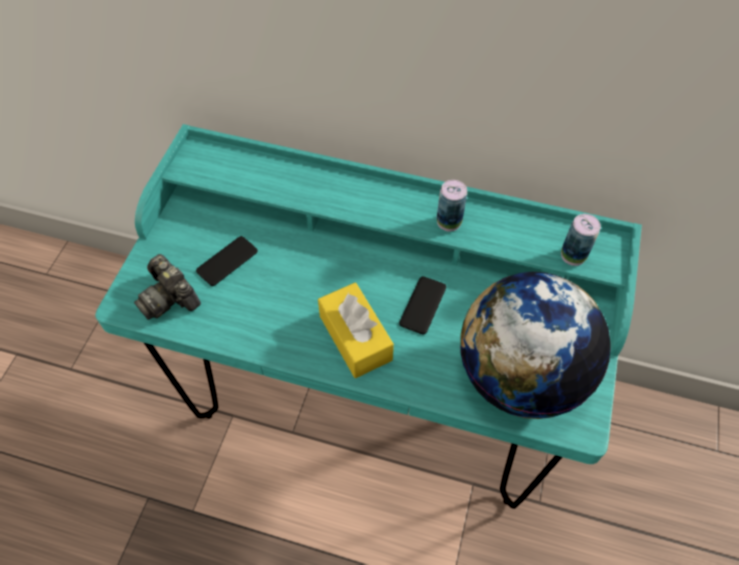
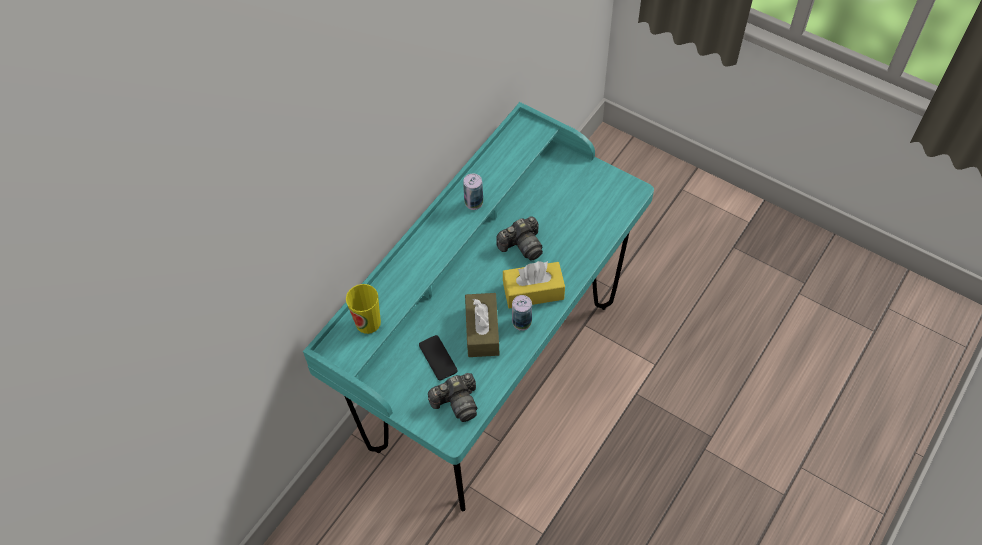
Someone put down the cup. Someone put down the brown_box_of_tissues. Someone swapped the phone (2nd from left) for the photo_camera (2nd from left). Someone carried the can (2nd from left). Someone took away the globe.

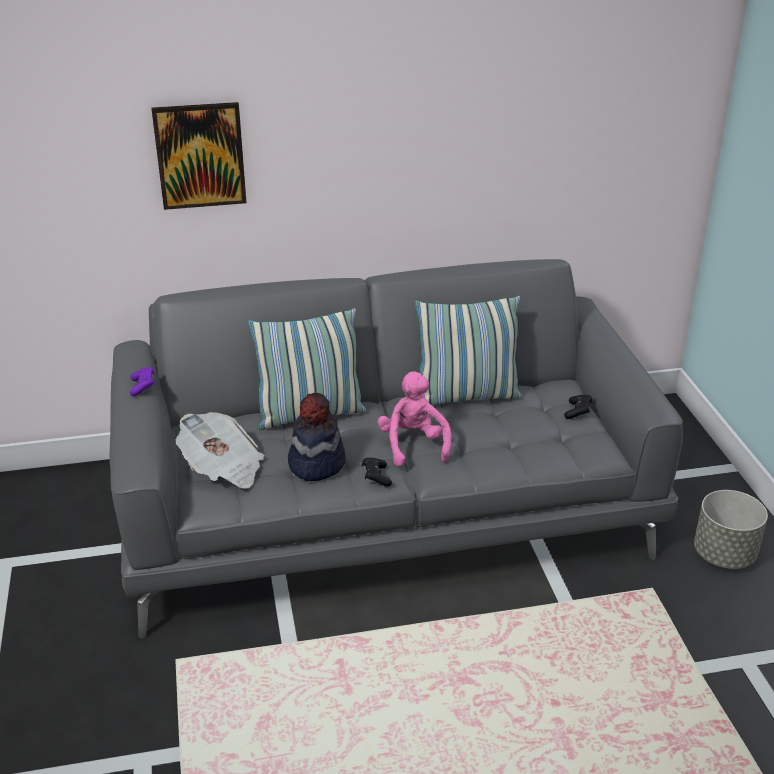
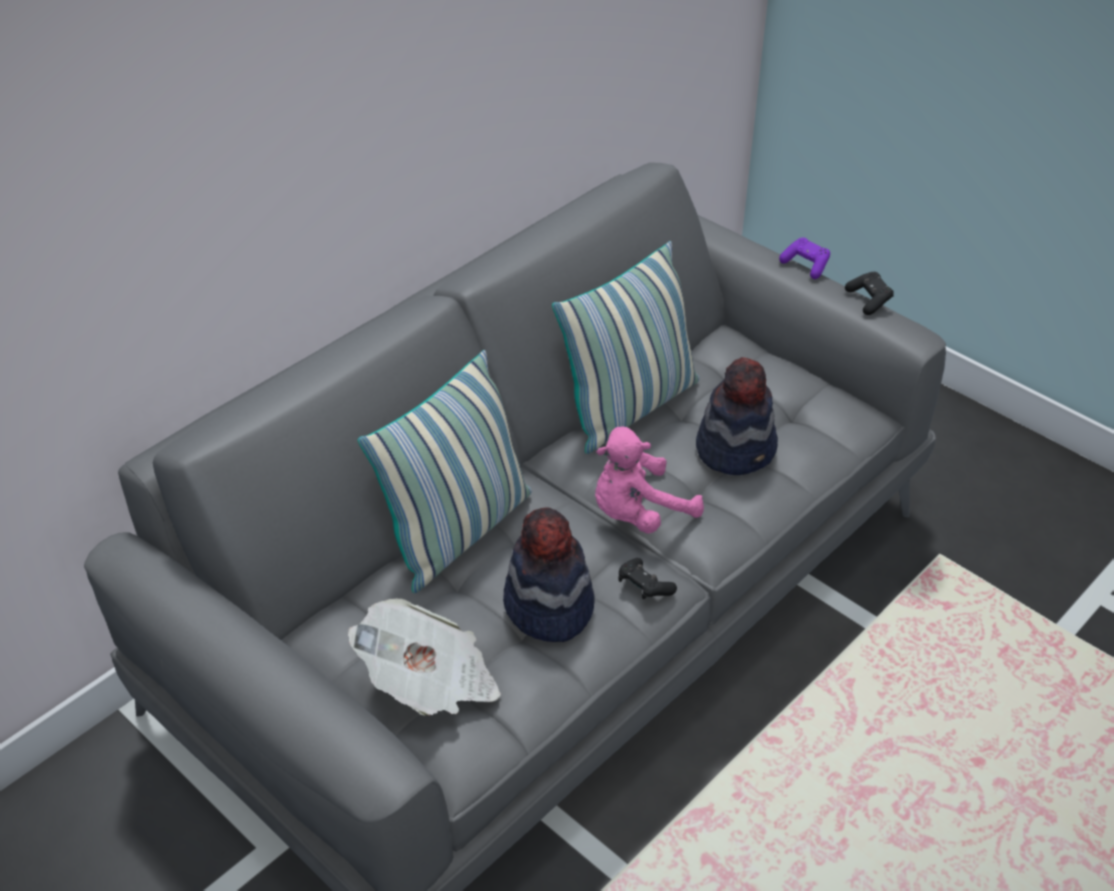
Someone rotated the pinkish_cuddly_toy by 75 degrees counterclockwise. Someone put down the wearable_hat (2nd from left). Someone carried the purplish_gamepad. Someone carried the blackish_gamepad (2nd from left). Someone took away the wall_art. Someone took away the gray_flower_pot.

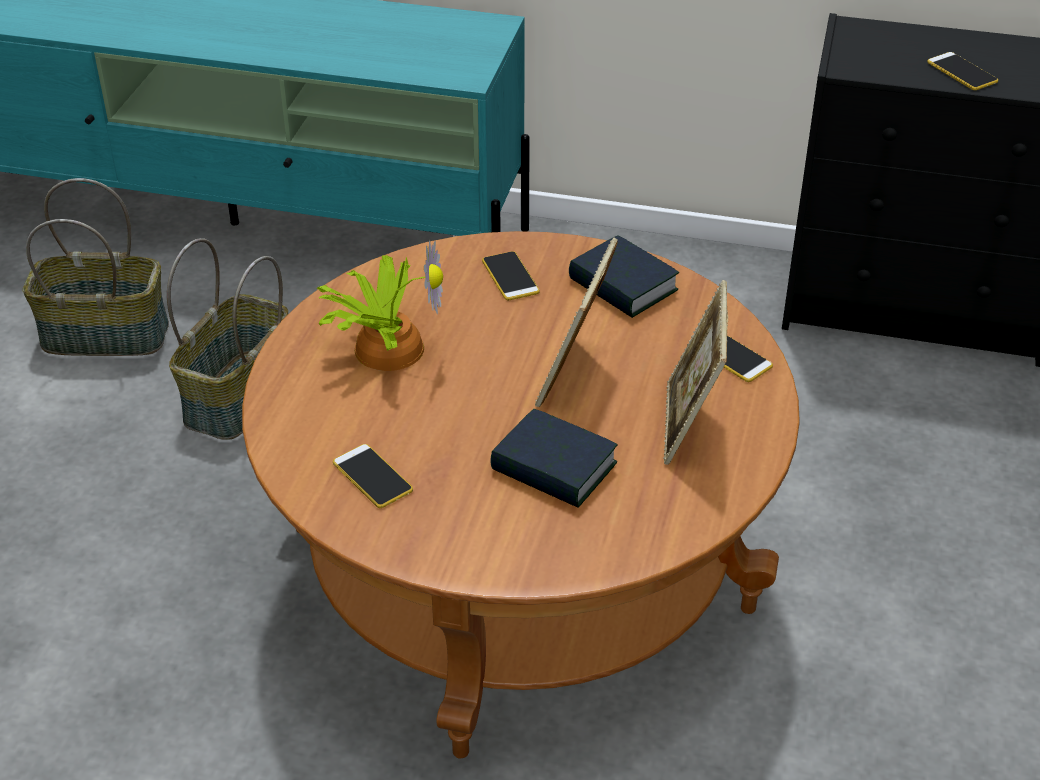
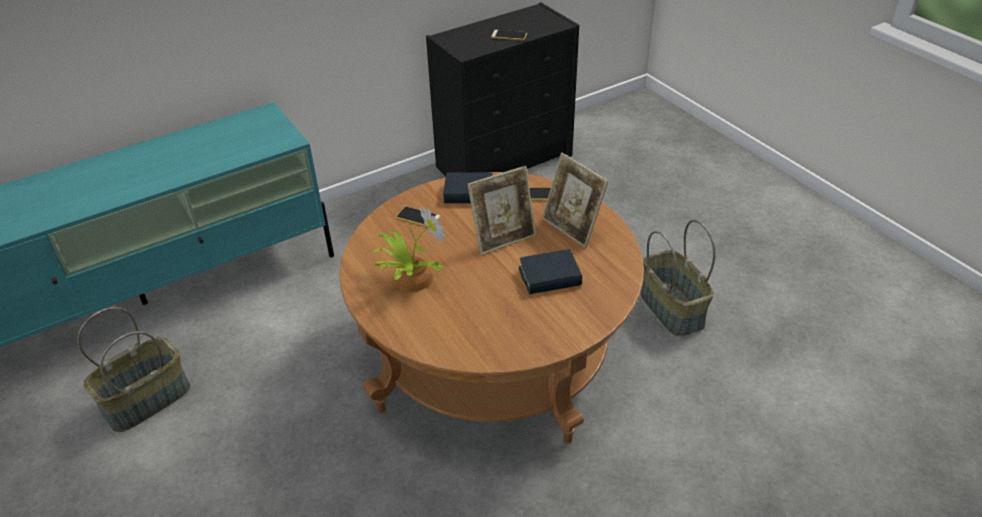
Someone rotated the picture_frame (1st from left) by 90 degrees counterclockwise. Someone carried the basket (2nd from left). Someone took away the phone (1st from left).

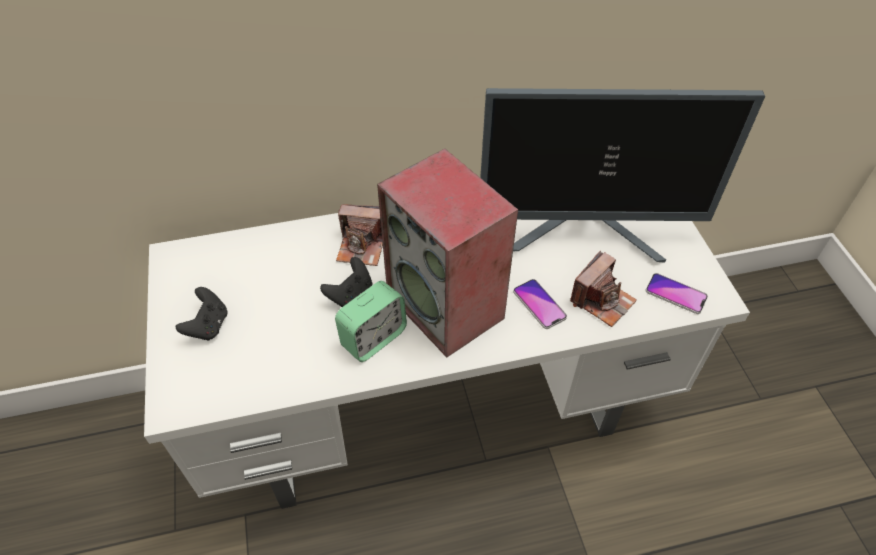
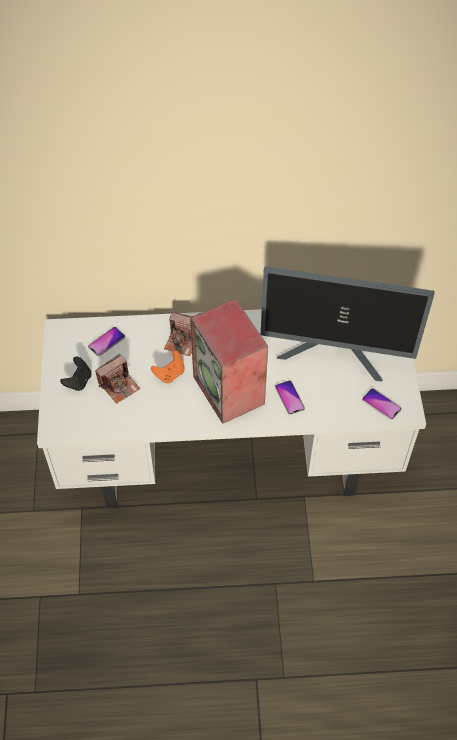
Someone put down the phone (1st from left). Someone carried the photo_camera (2nd from left in the first image). Someone repainted the blackish_gamepad (2nd from left), which became the orangey_gamepad. Someone took away the bedside_clock.

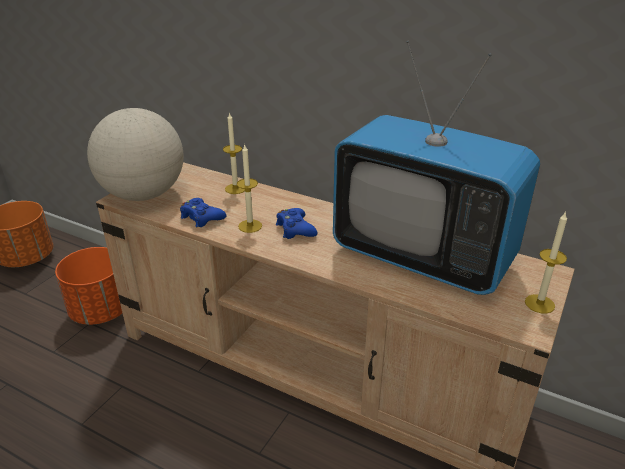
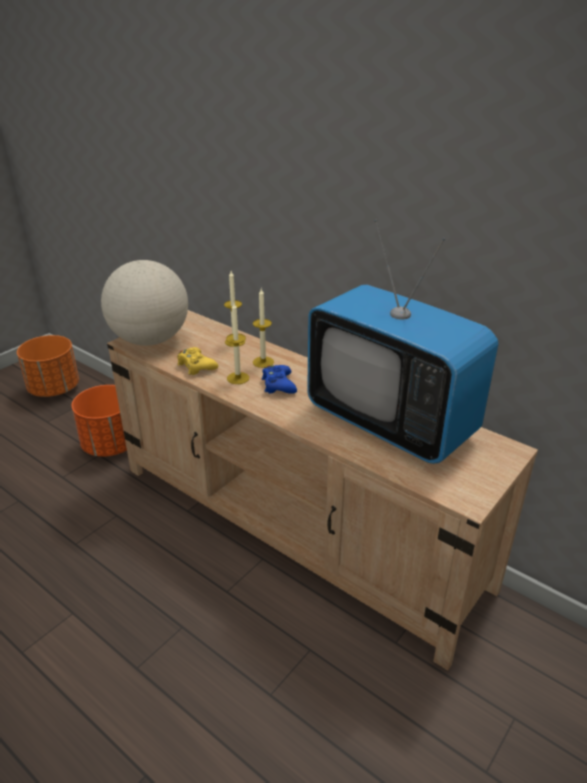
Someone repainted the blue-coloured_gamepad (1st from left), which became the yellow-coloured_gamepad. Someone carried the wax_candle (3rd from left).

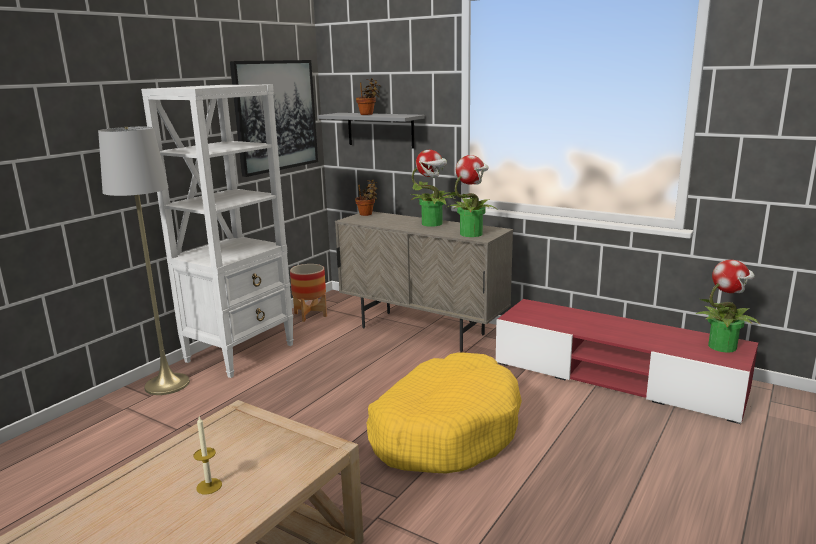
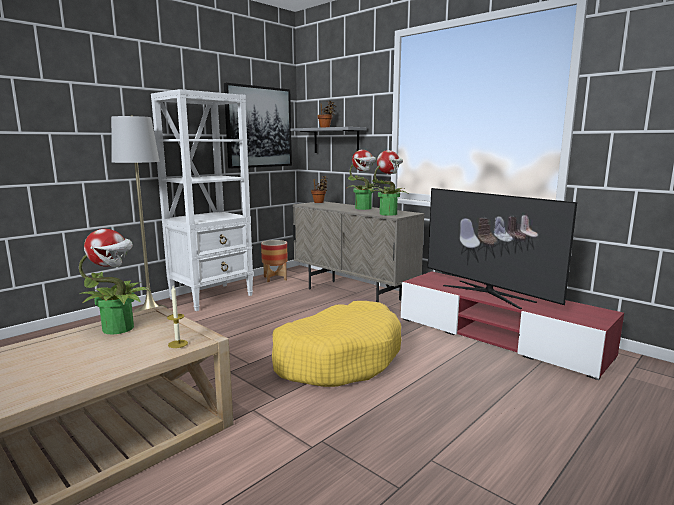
Someone carried the potted_plant (5th from left in the first image). Someone carried the wax_candle. Someone put down the television.

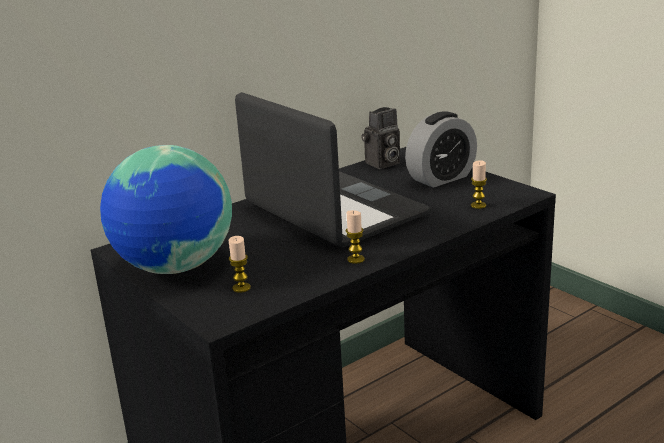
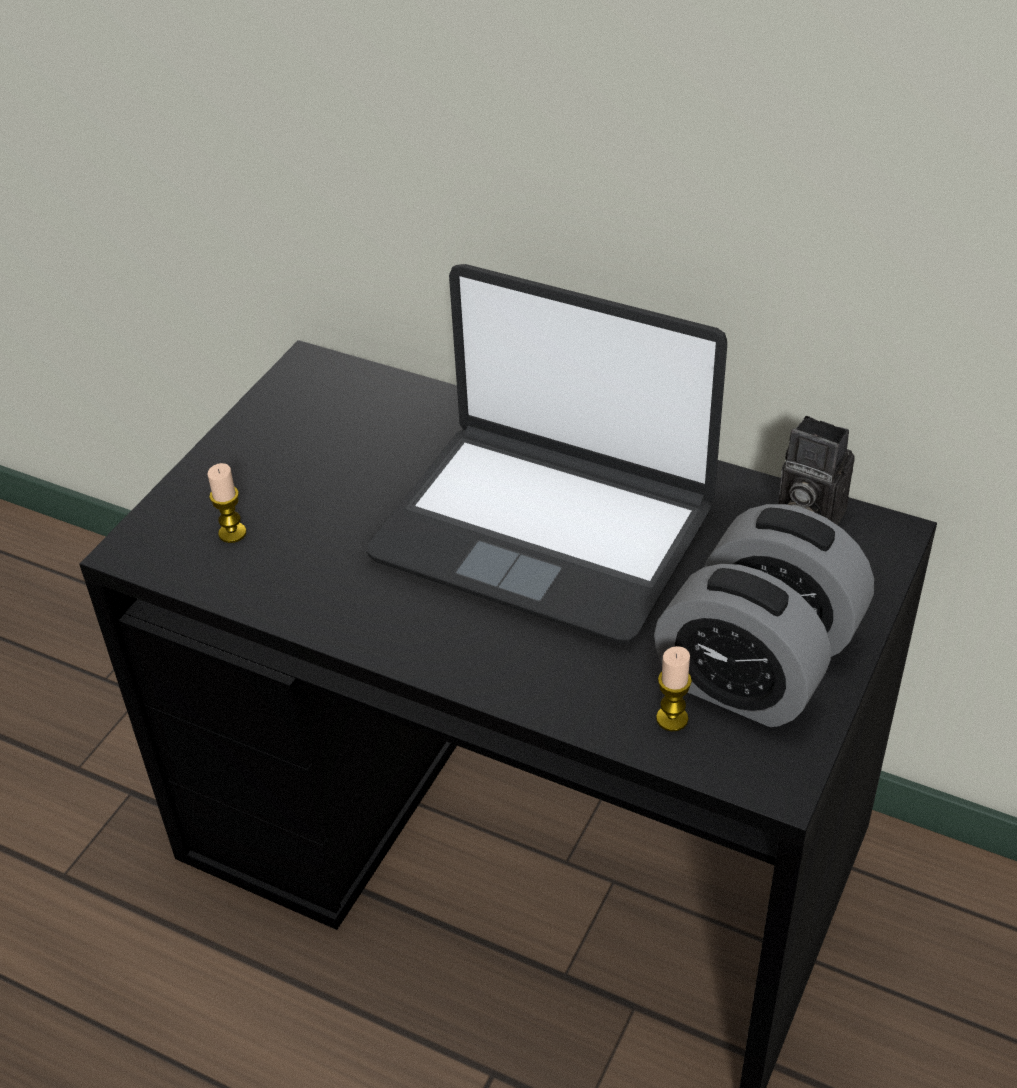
Someone rotated the notebook_computer by 90 degrees clockwise. Someone put down the bedside_clock (1st from left). Someone took away the globe. Someone took away the wax_candle (2nd from left).

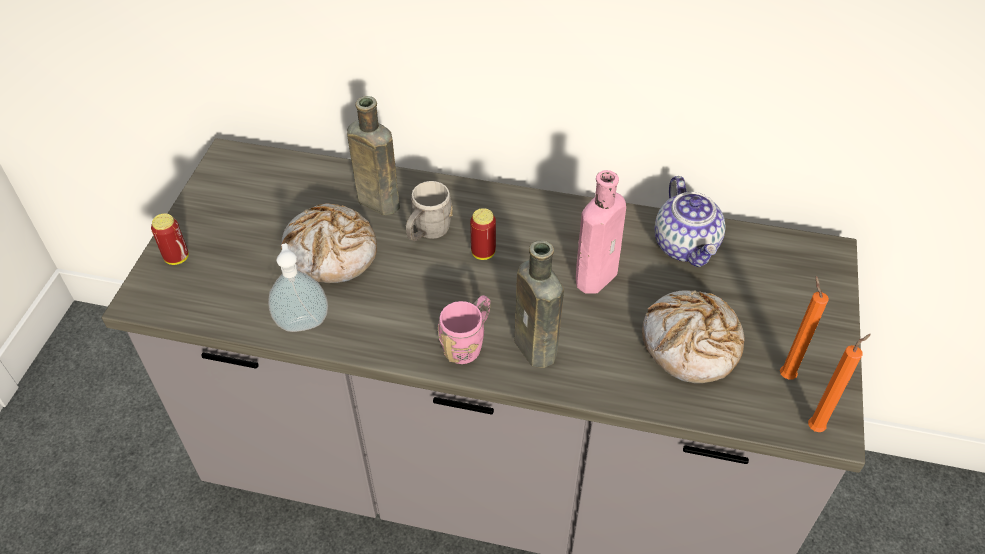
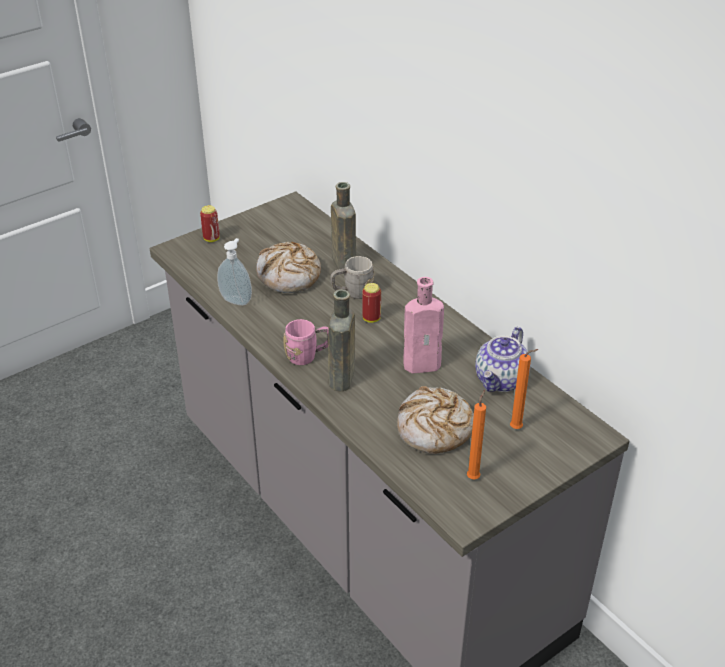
Someone carried the orangey_wax_candle (2nd from left).

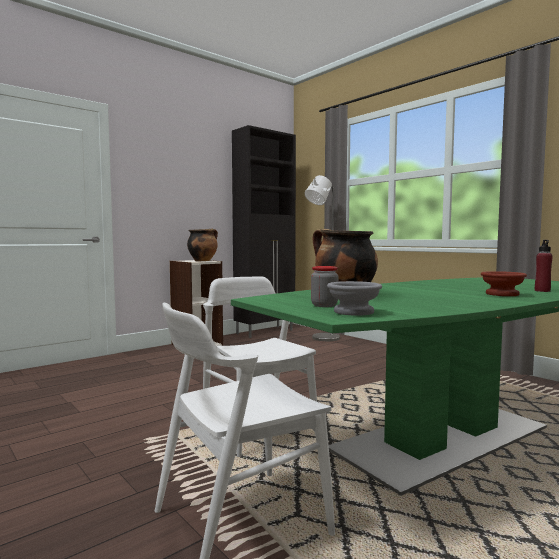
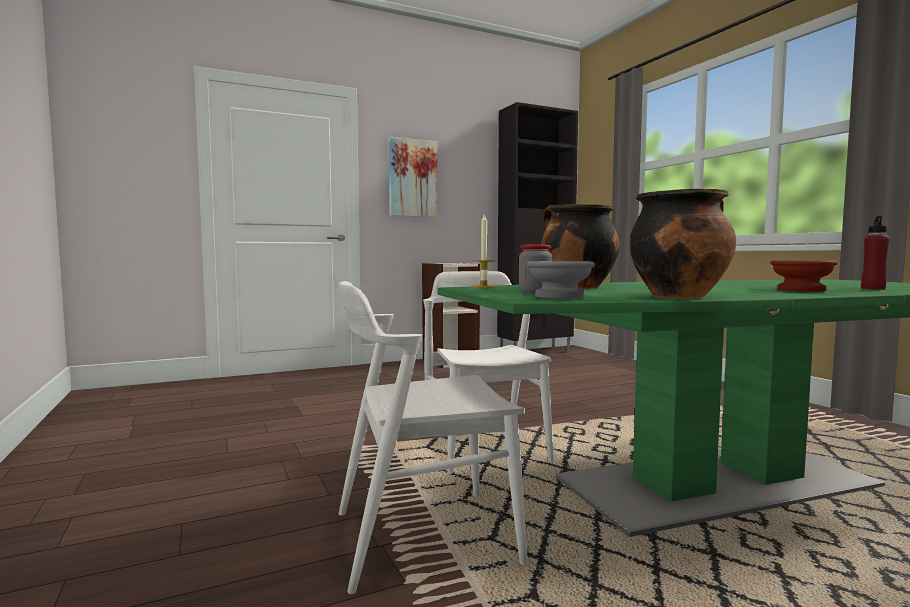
Someone put up the wall_art. Someone put down the wax_candle. Someone carried the stockpot (1st from left in the first image). Someone took away the gray_standard_lamp.

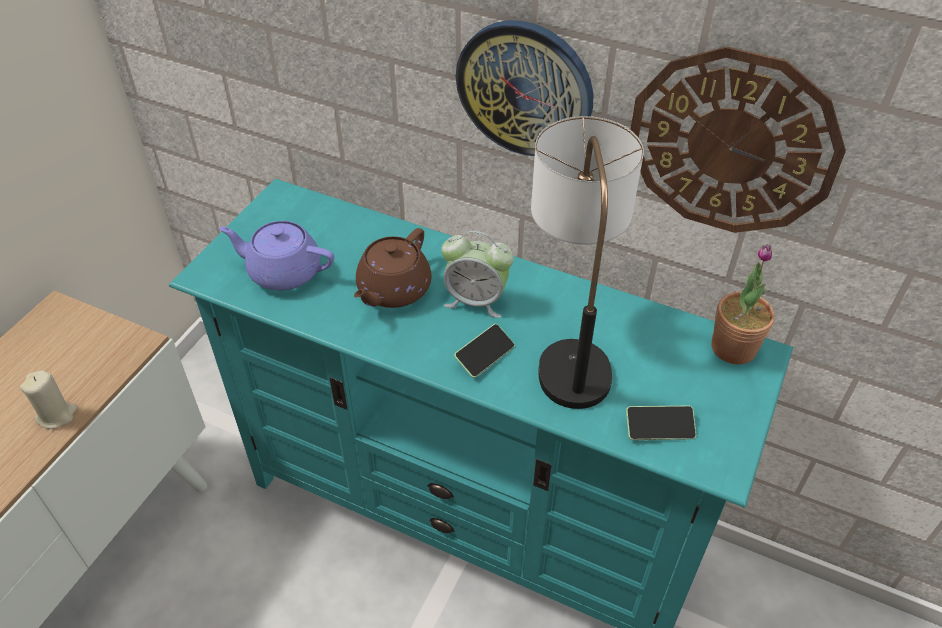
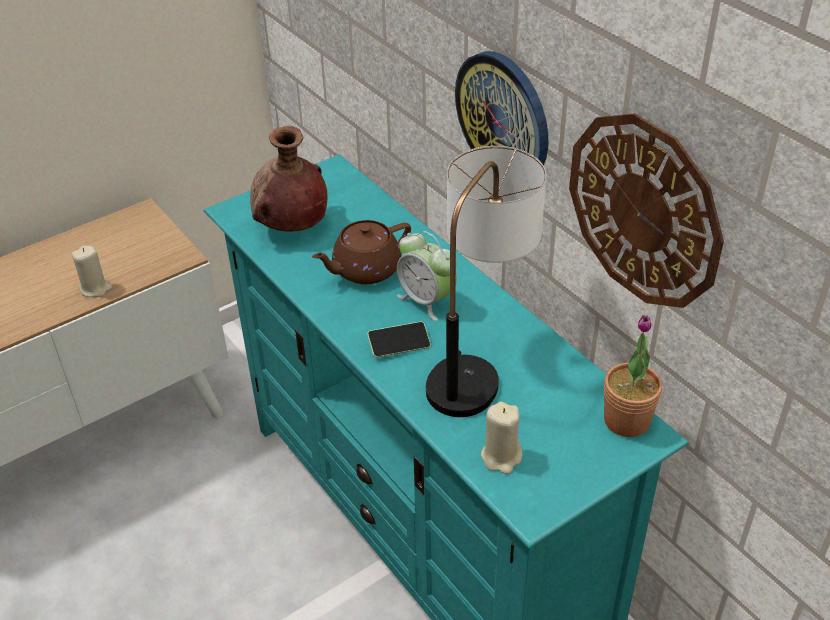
Someone swapped the purplish_tea_pot for the brown_decorative_vase. Someone swapped the phone (2nd from left) for the beige_wax_candle (2nd from left).

